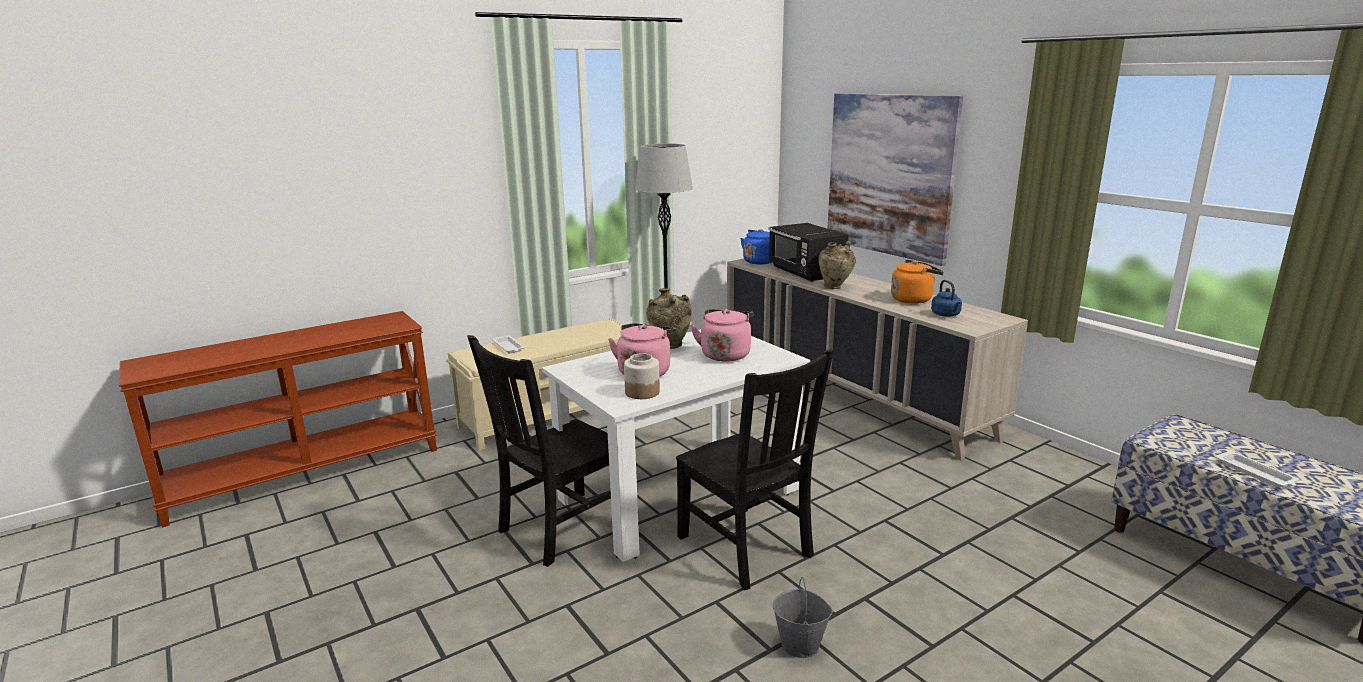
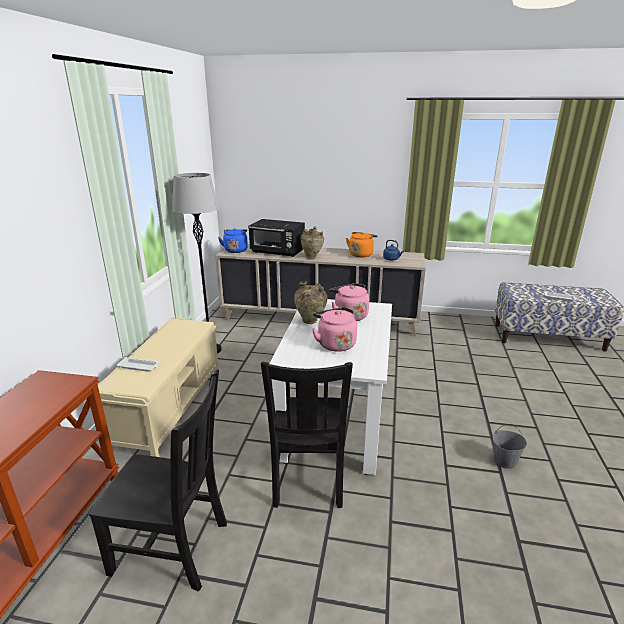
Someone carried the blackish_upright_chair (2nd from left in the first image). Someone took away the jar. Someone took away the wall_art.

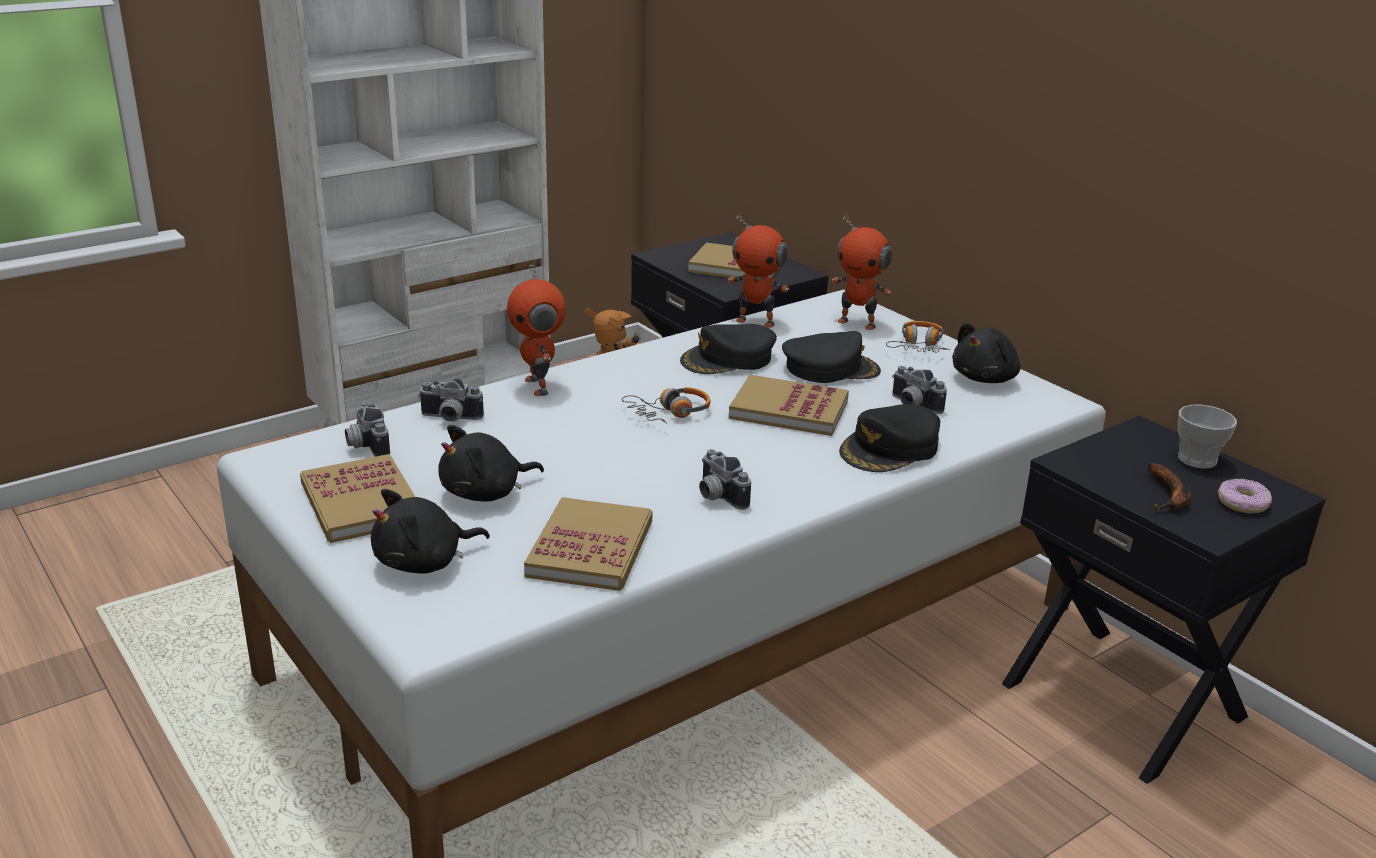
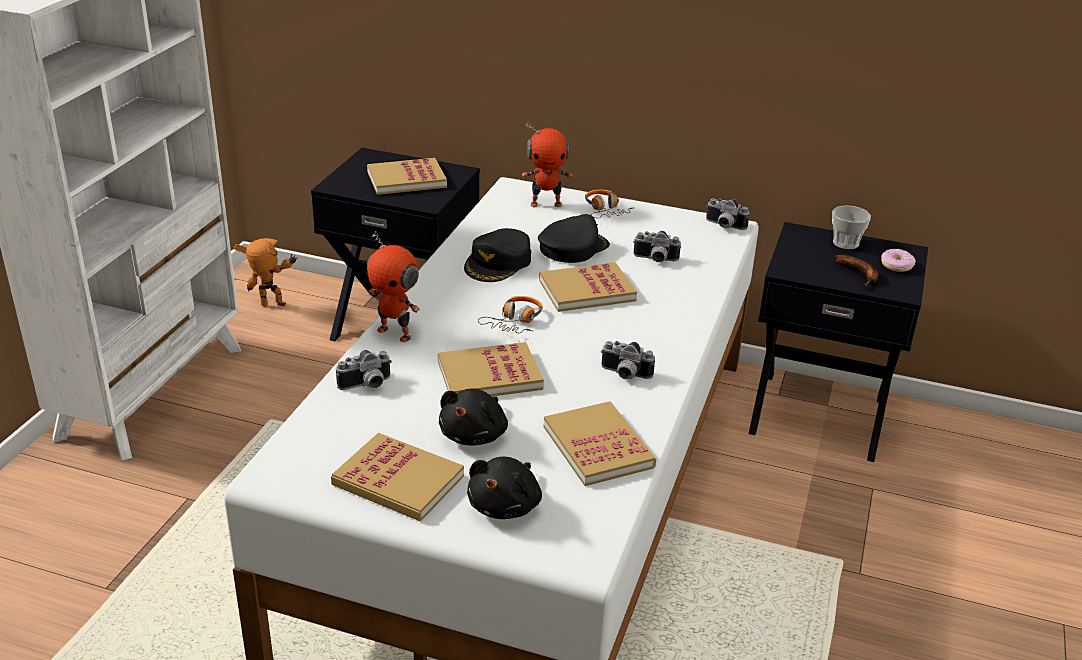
Someone put down the volume (3rd from left). Someone carried the photo_camera (1st from left in the first image). Someone took away the model_robot (3rd from left). Someone took away the blackish_cap (3rd from left). Someone took away the blackish_cuddly_toy (3rd from left).

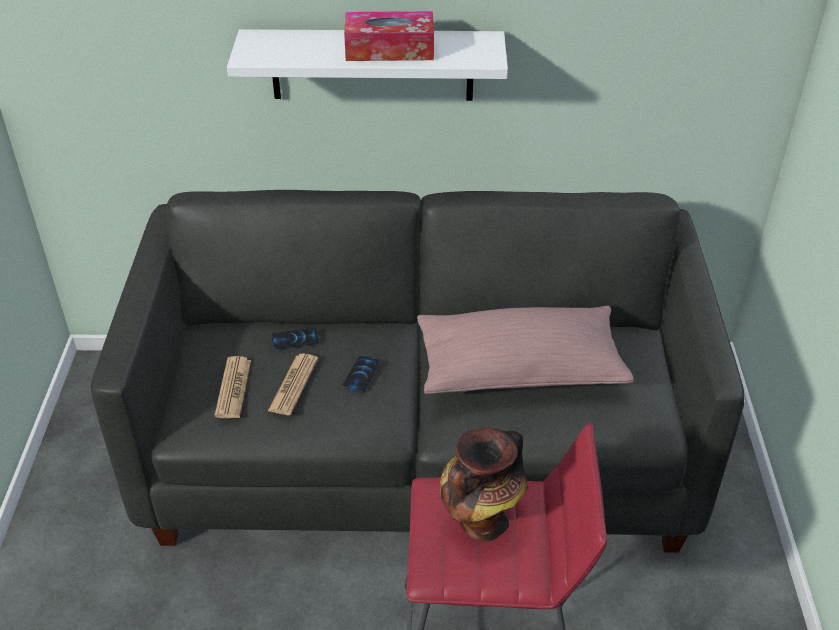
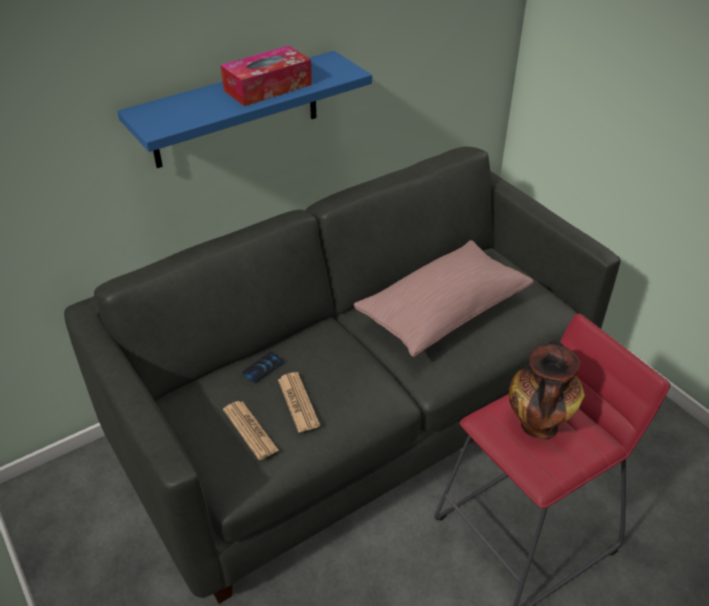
Someone repainted the white_shelf, which became the blue-coloured_shelf. Someone took away the phone (2nd from left).

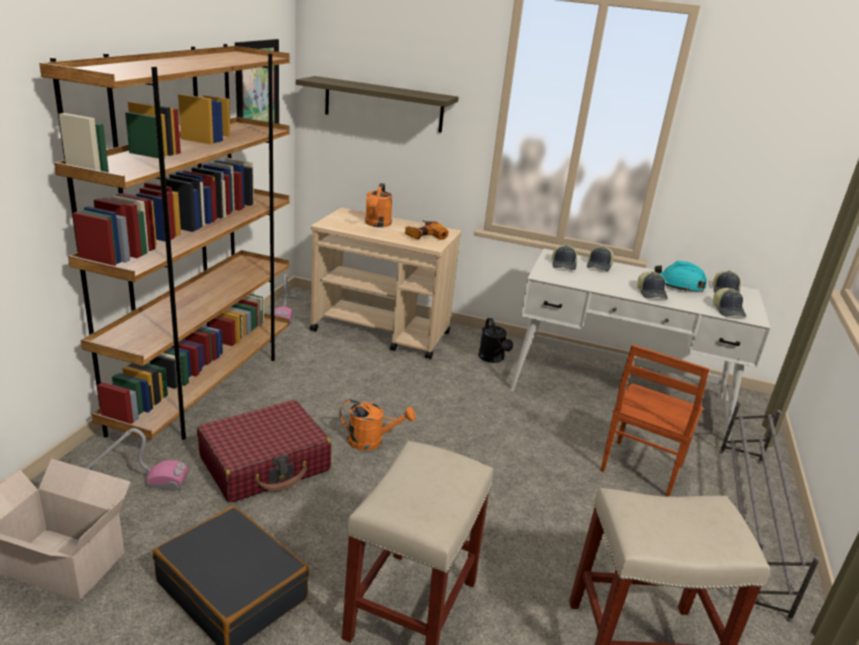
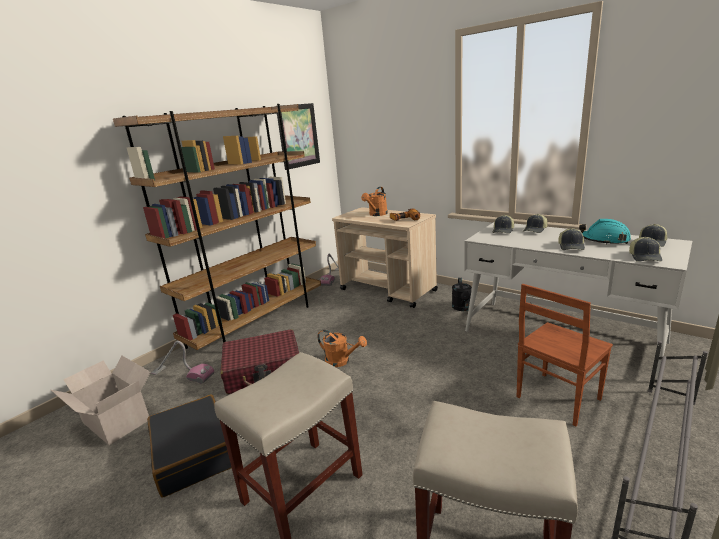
Someone took away the shelf.

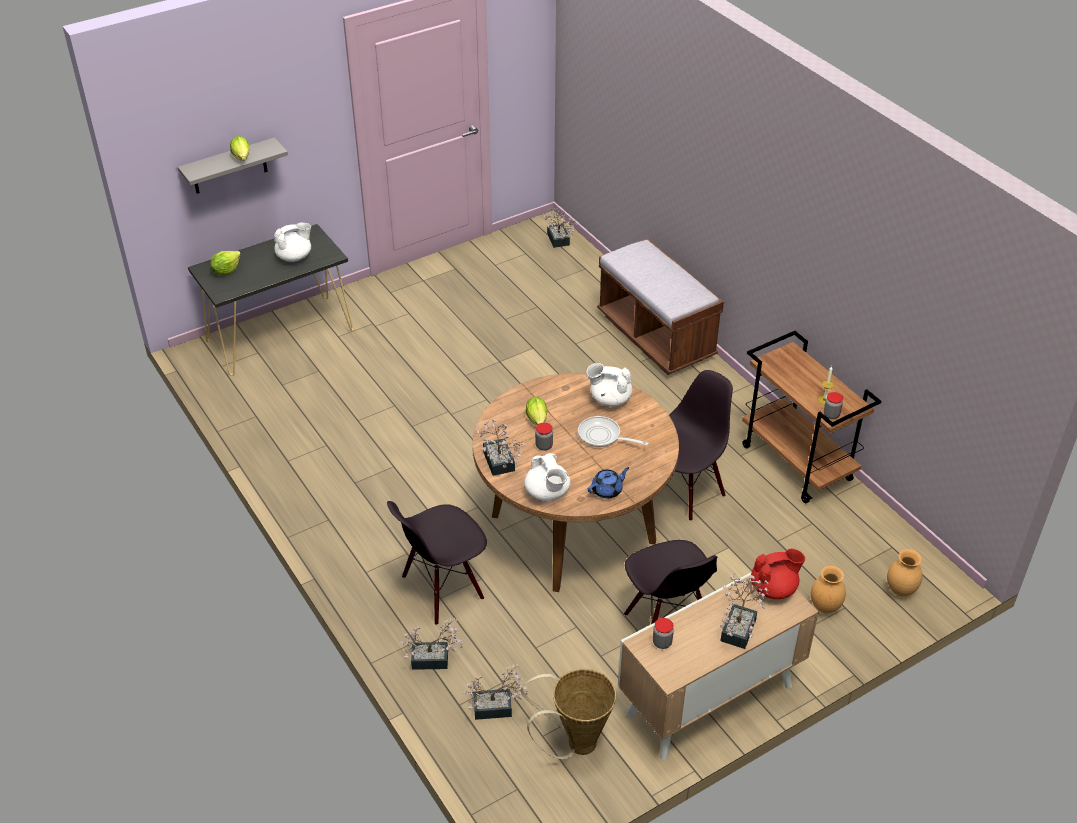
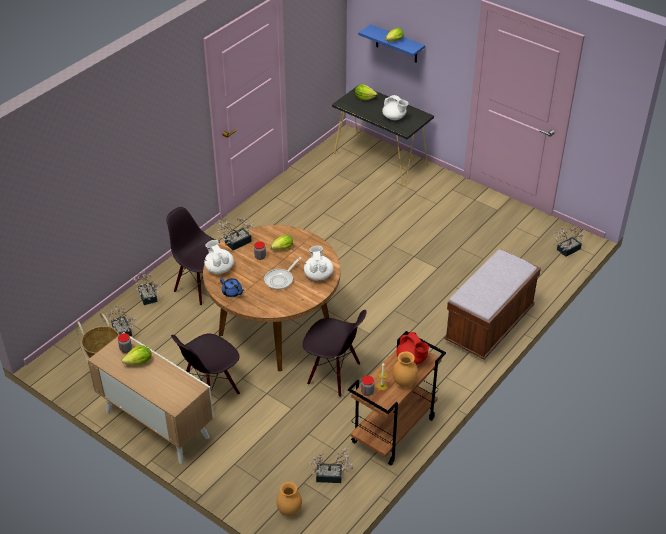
Someone put down the lettuce_head (1st from left). Someone rotated the white_tea_pot (2nd from left in the first image) by 105 degrees clockwise. Someone rotated the skillet by 150 degrees counterclockwise. Someone carried the potted_plant (5th from left in the first image). Someone repainted the gray_shelf, which became the blue-coloured_shelf. Someone carried the brown_decorative_vase (1st from left in the first image). Someone carried the red_tea_pot.

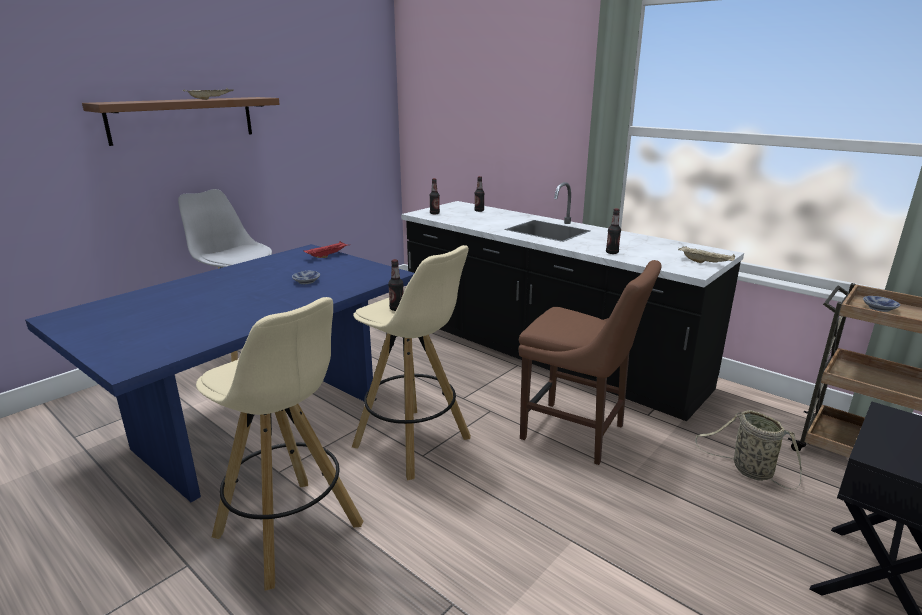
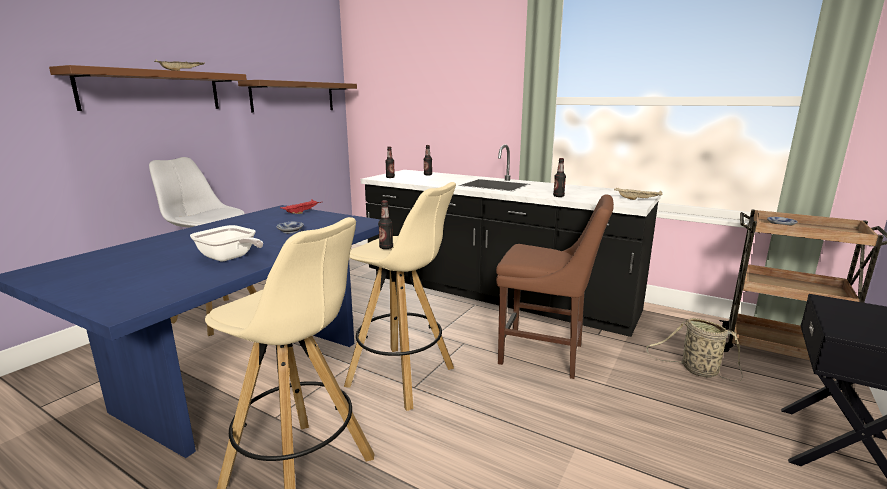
Someone put down the skillet. Someone put up the brown_shelf (2nd from left).

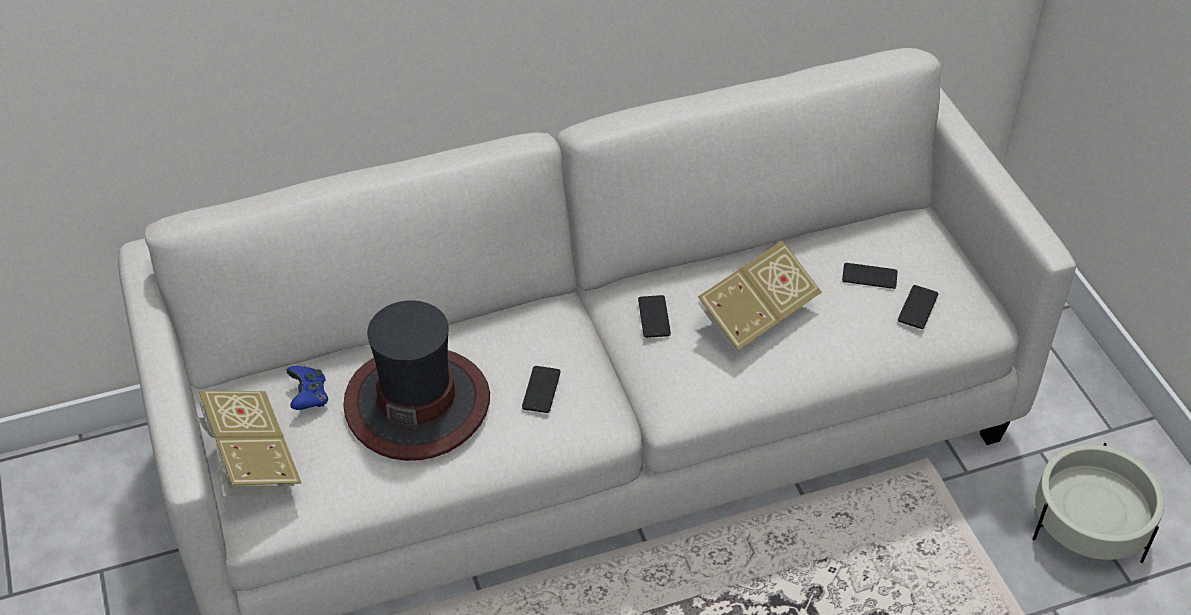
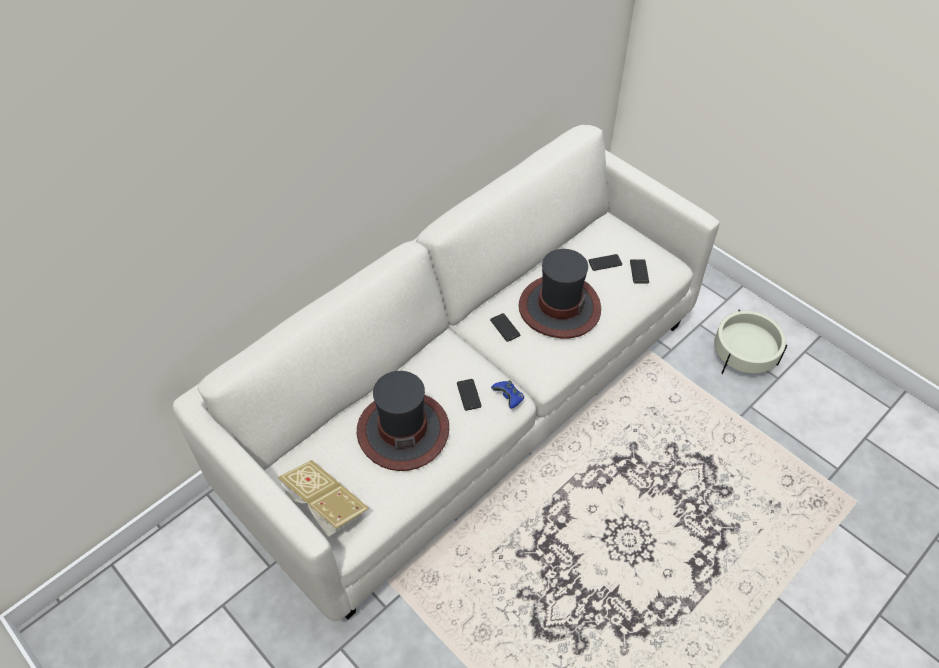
Someone carried the blue-coloured_gamepad. Someone swapped the volume (2nd from left) for the wearable_hat (2nd from left).

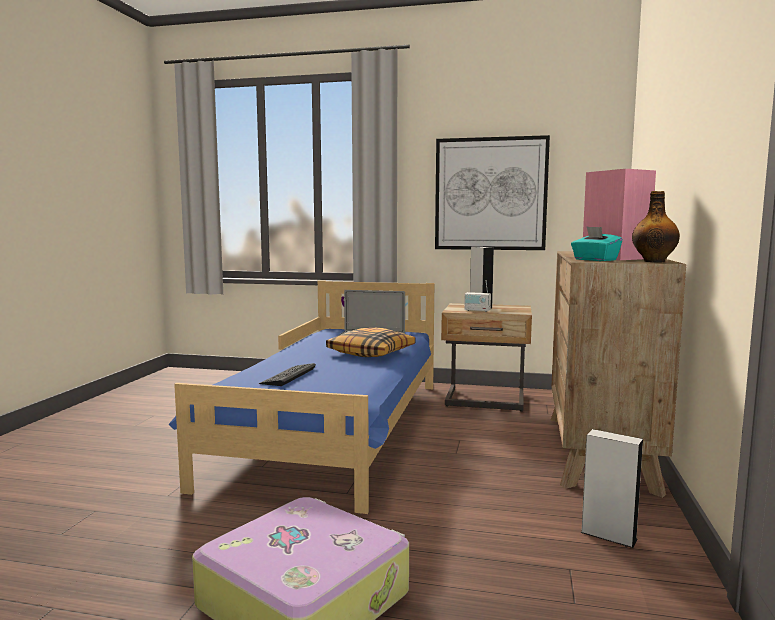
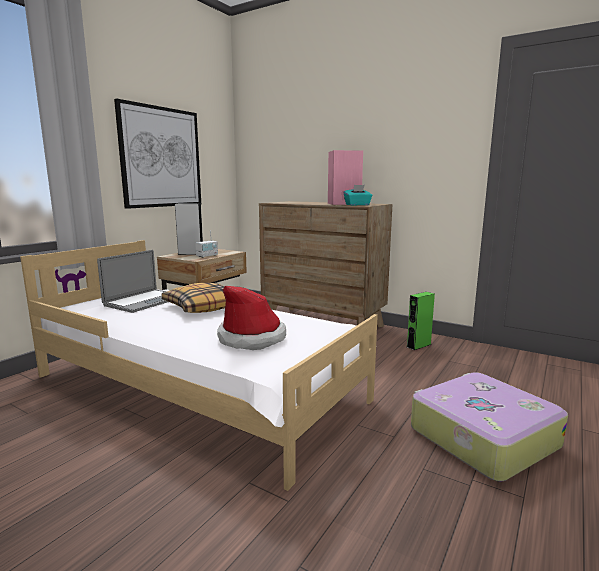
Someone repainted the blue-coloured_sleeping_bed, which became the white_sleeping_bed. Someone swapped the keyboard for the wearable_hat. Someone repainted the gray_speaker (2nd from left), which became the green_speaker. Someone took away the beverage_bottle.

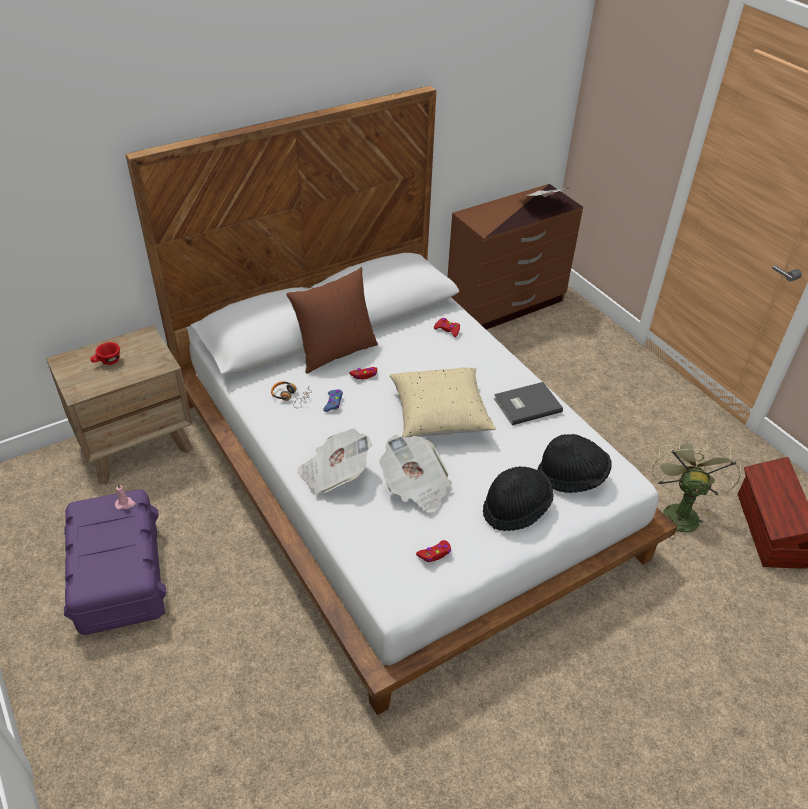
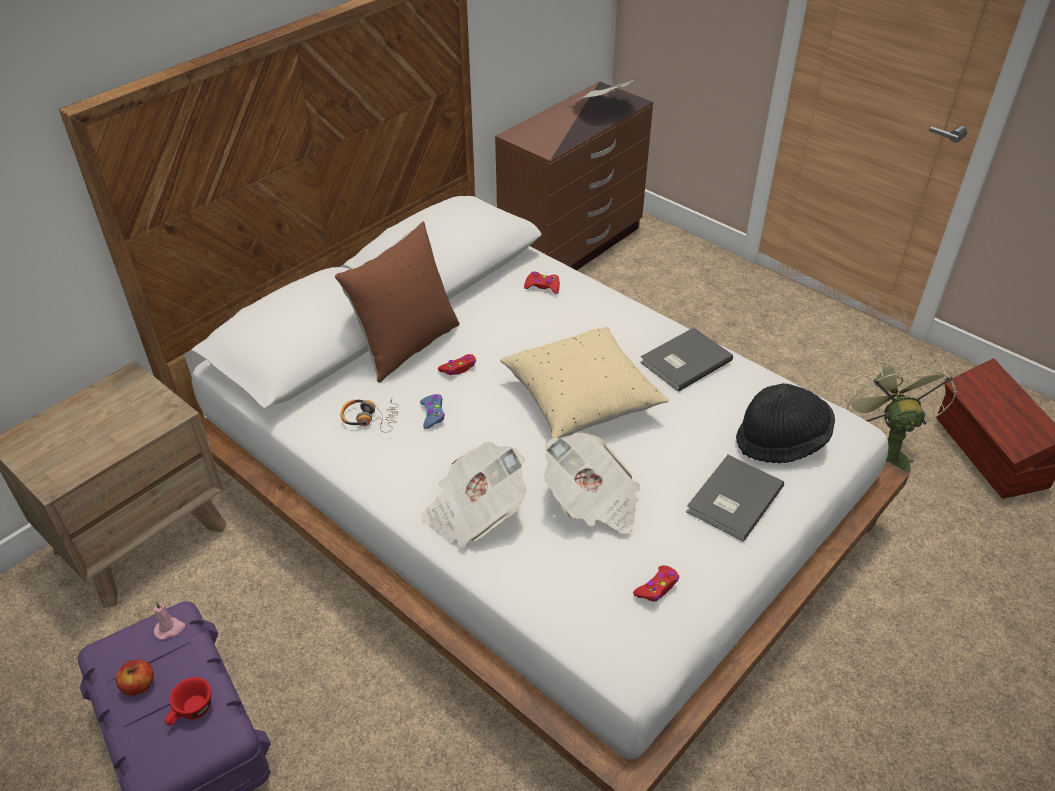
Someone put down the apple_fruit. Someone carried the red_cup. Someone swapped the blackish_wearable_hat (1st from left) for the gray_volume (2nd from left).

